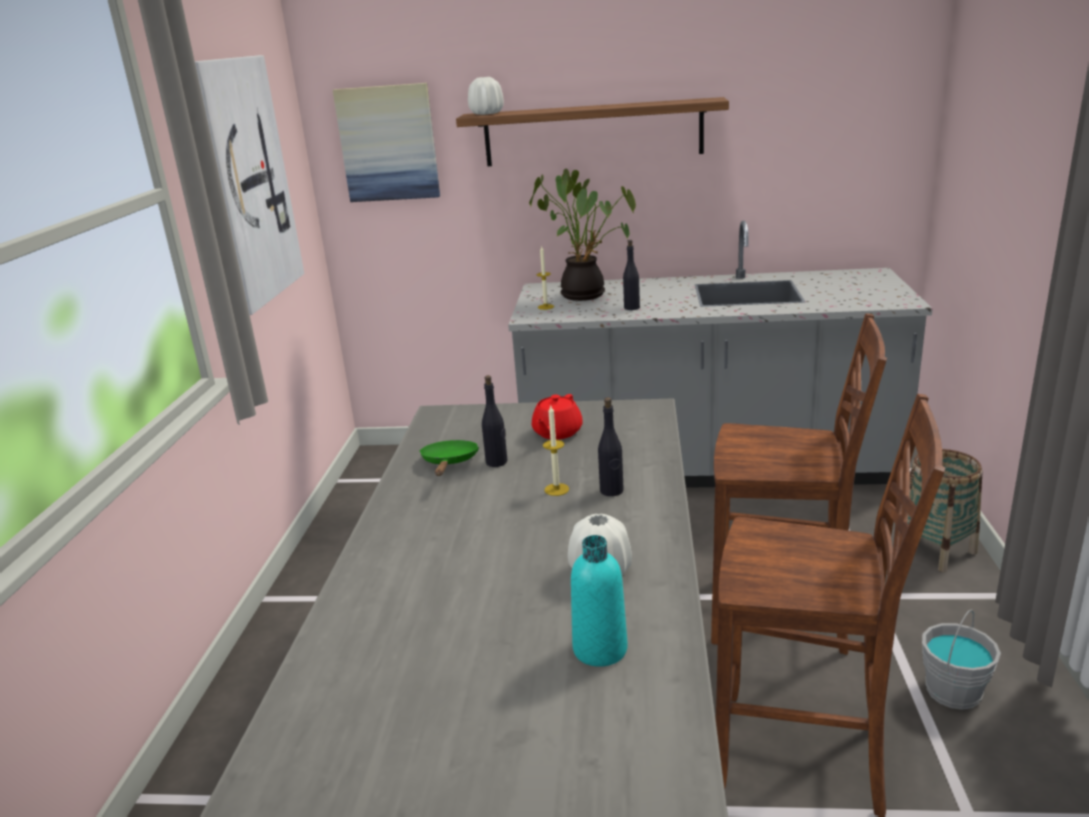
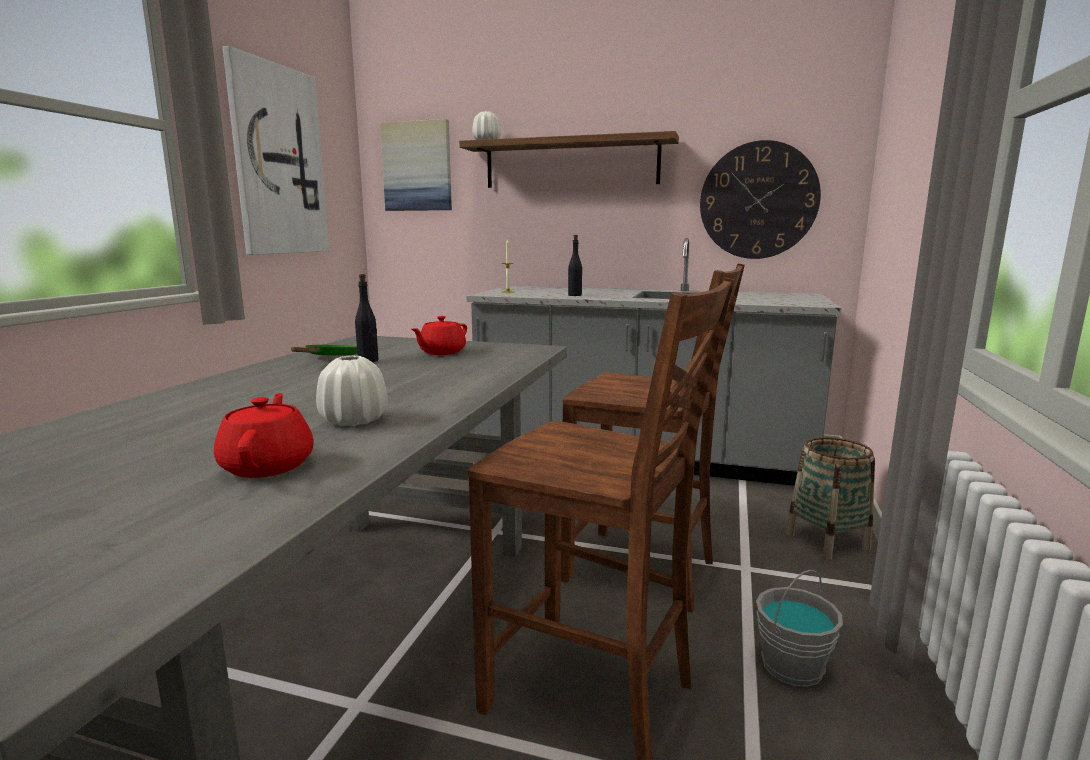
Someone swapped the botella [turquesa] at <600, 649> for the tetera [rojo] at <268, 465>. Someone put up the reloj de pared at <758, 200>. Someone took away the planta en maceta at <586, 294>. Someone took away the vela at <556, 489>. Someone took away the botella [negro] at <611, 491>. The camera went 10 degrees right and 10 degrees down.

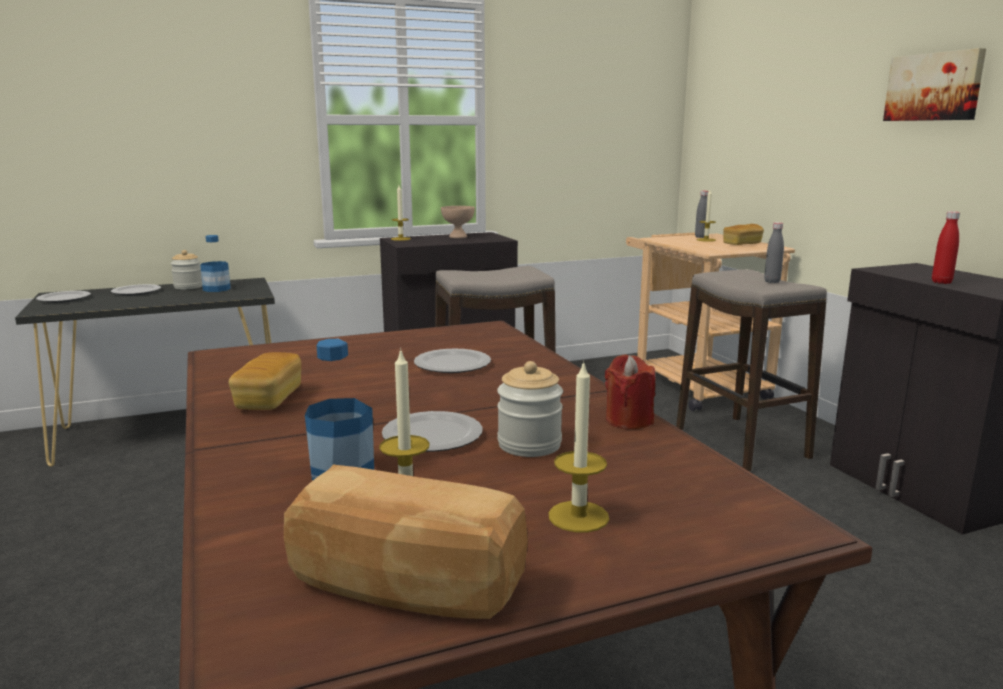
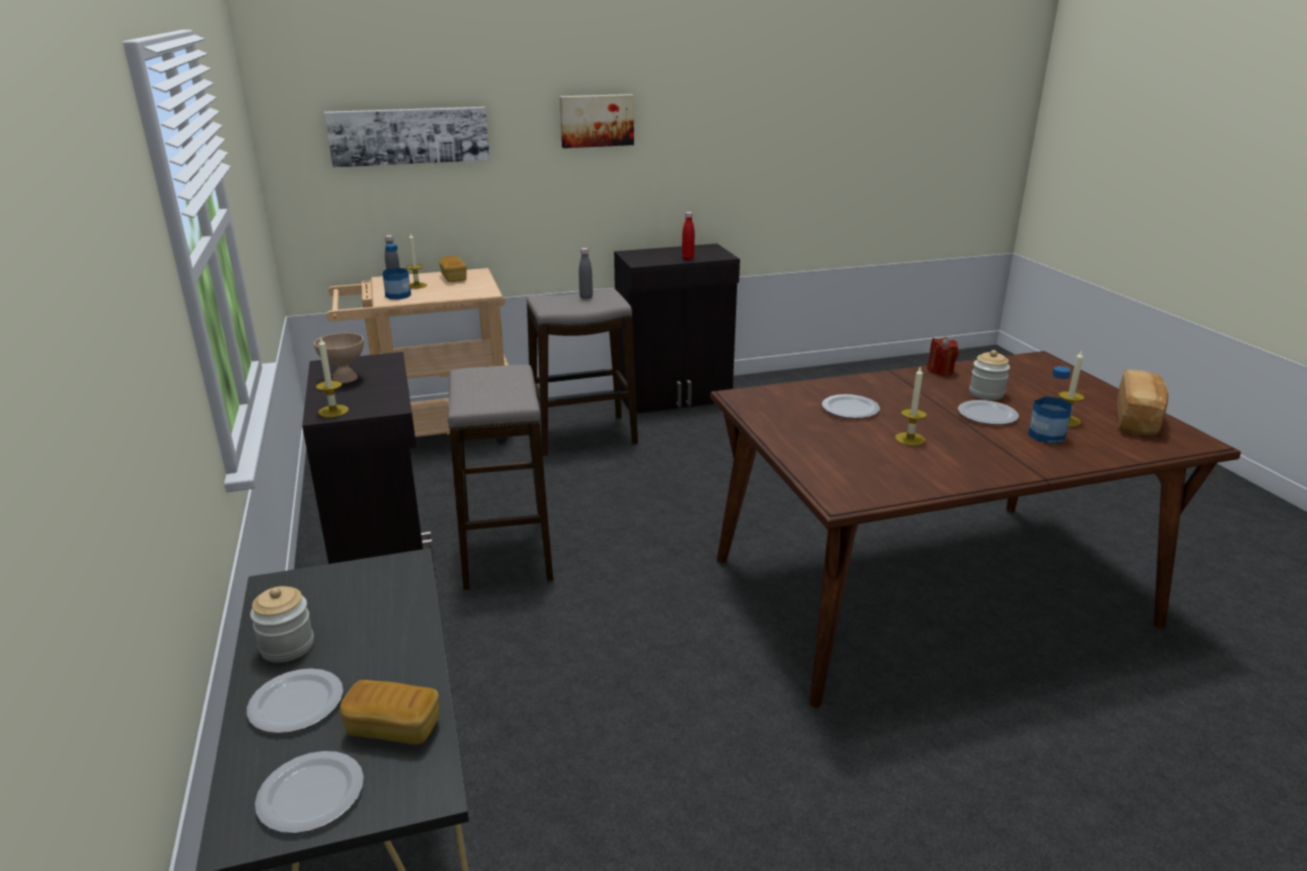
Someone put up the cuadro at <409, 136>. Someone carried the pan from <269, 399> to <393, 728>. Someone carried the botella from <216, 289> to <398, 295>. Someone carried the vela from <578, 516> to <910, 439>. The camera went 85 degrees left and 10 degrees up.

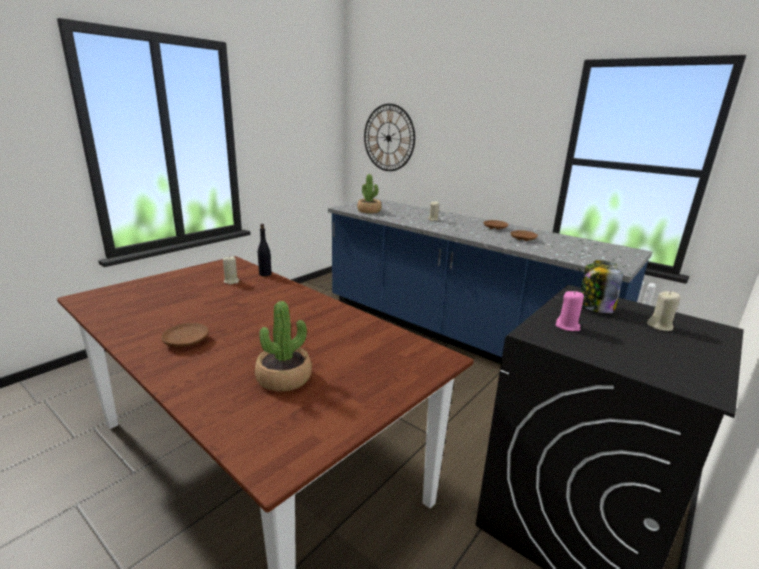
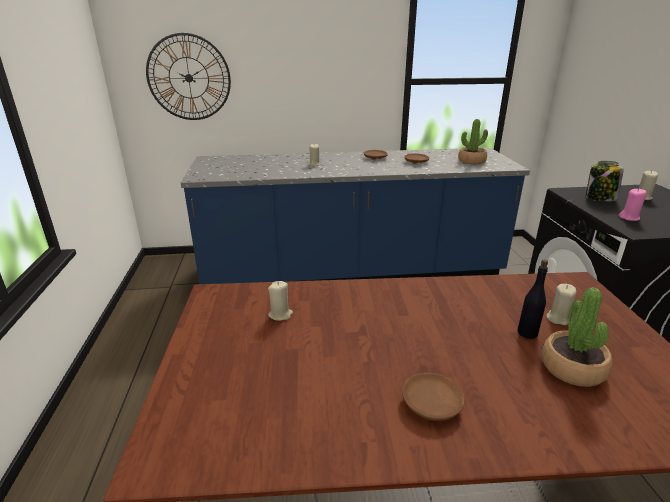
Someone carried the planta en maceta from <369, 211> to <471, 161>. Someone carried the botella [negro] from <265, 274> to <527, 333>. Someone put down the vela [beis] at <558, 318>. The camera went 45 degrees left and 5 degrees up.

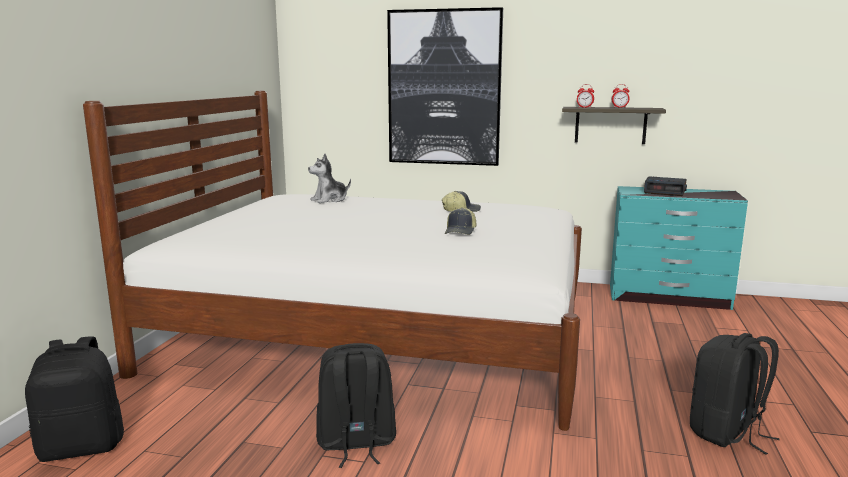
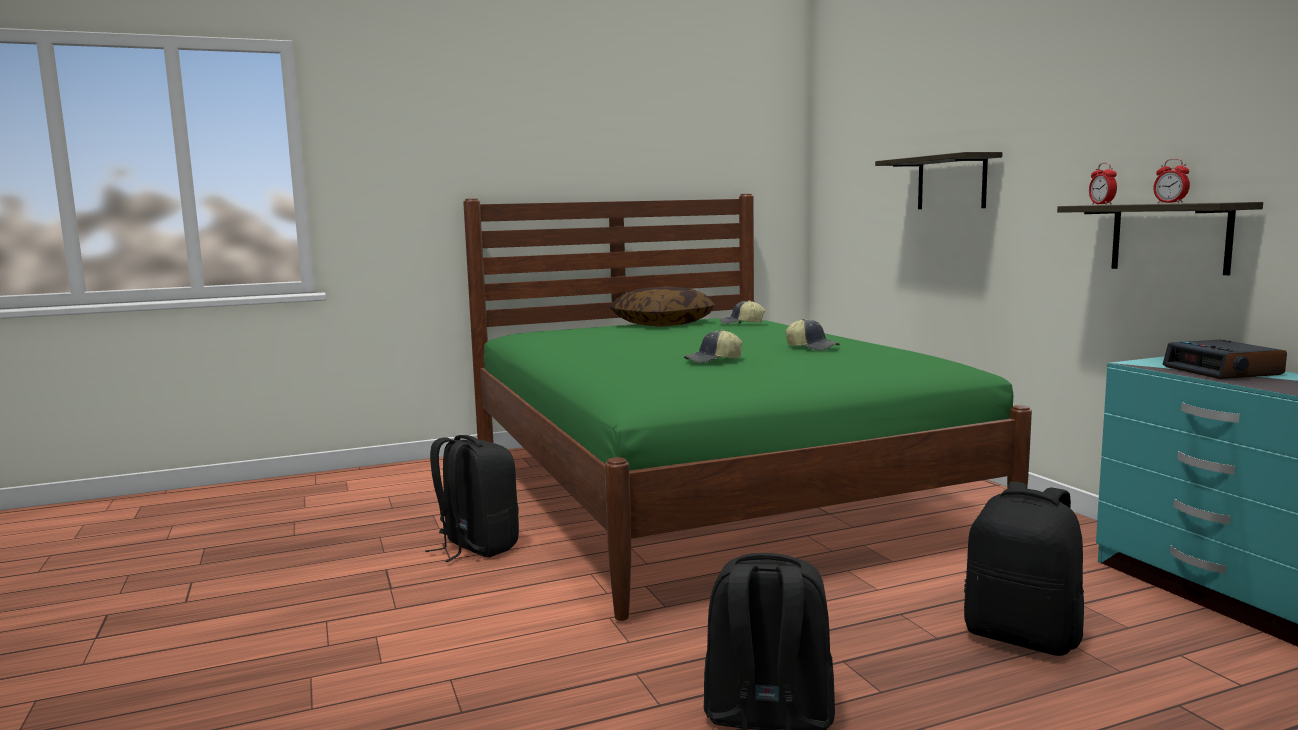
Someone repainted the cama [blanco] at <379, 334>, which became the cama [verde] at <704, 491>. Someone put down the cojín at <663, 324>. Someone swapped the peluche at <330, 200> for the gorra at <741, 324>. Someone swapped the cuadro at <444, 88> for the estante at <951, 182>. Someone carried the mochila [negro] from <82, 447> to <1022, 637>. The camera went 55 degrees right and 5 degrees down.

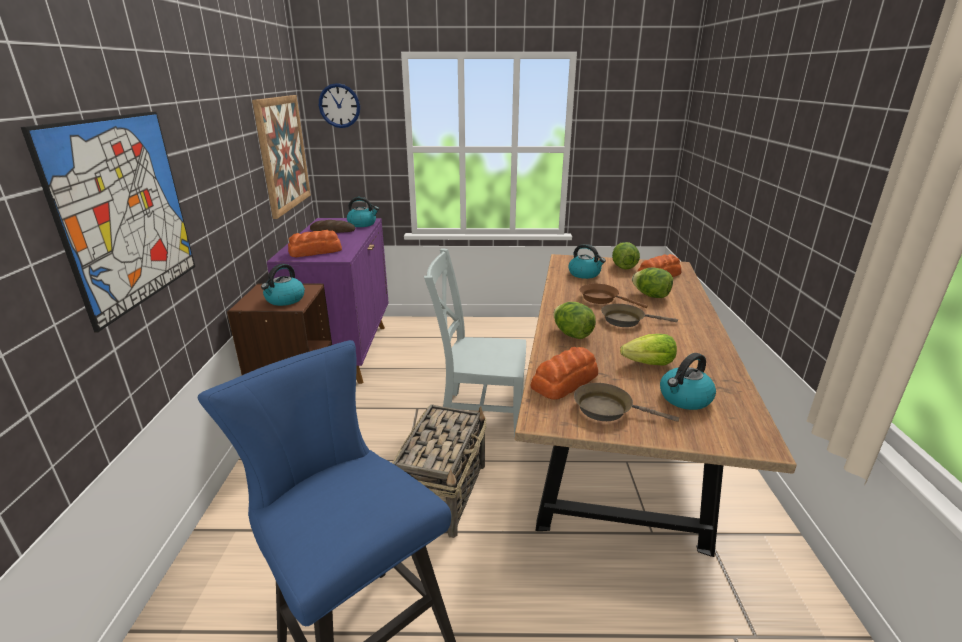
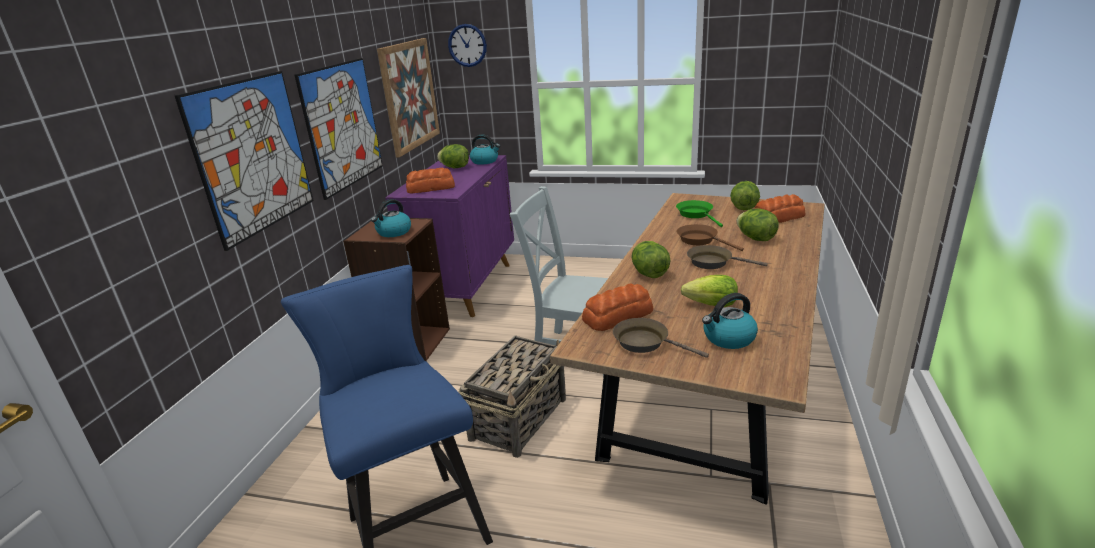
Someone put up the cuadro at <343, 126>. Someone swapped the pan at <333, 230> for the lechuga at <455, 167>. Someone swapped the hervidor at <585, 274> for the sartén [verde] at <696, 214>. The camera went 15 degrees right and 0 degrees up.

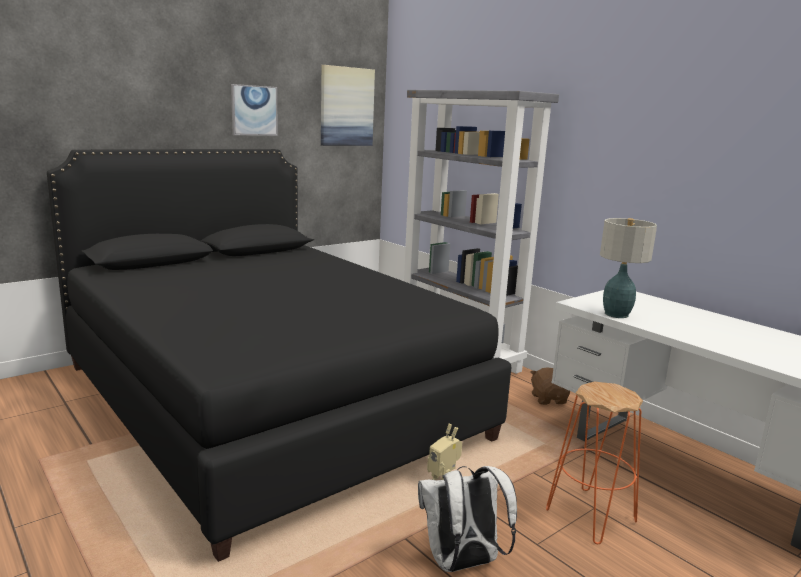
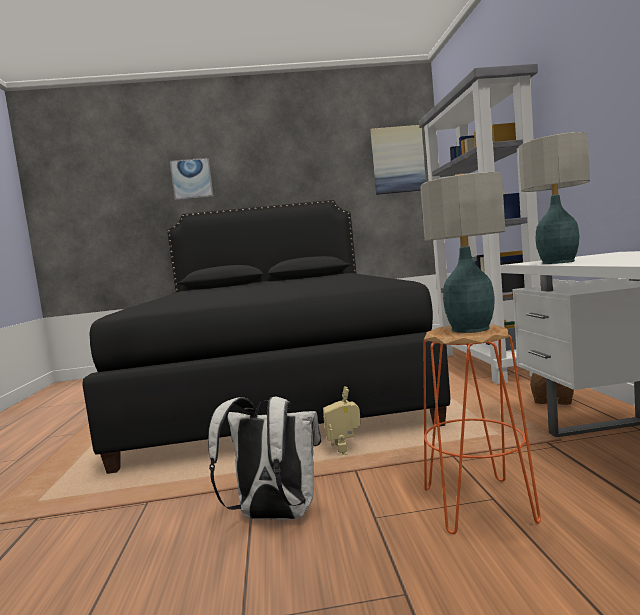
Someone carried the cuadro from <254, 110> to <192, 179>. Someone put down the lámpara de mesa at <470, 329>. The camera went 35 degrees right and 10 degrees down.

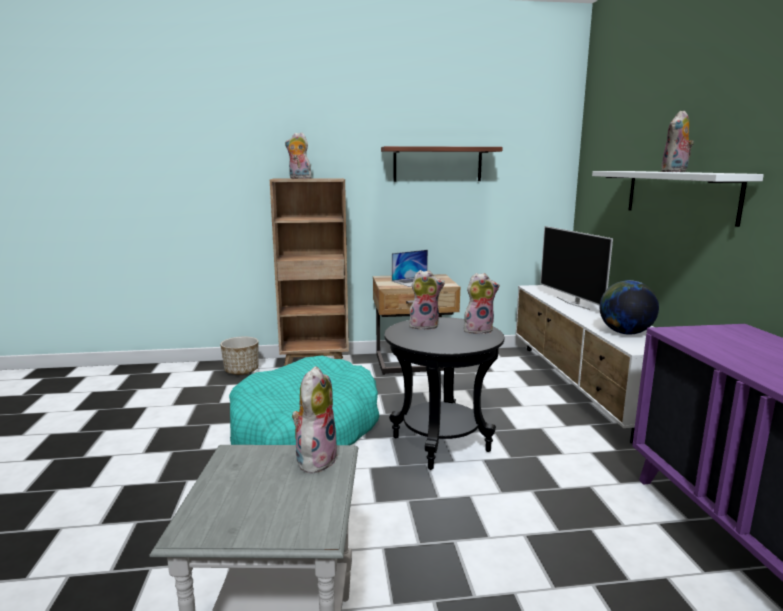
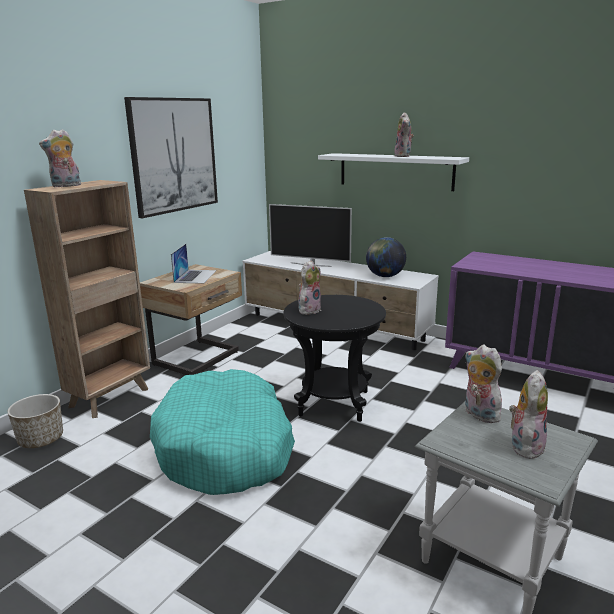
Someone swapped the estante at <437, 164> for the cuadro at <174, 155>. Someone carried the peluche from <478, 330> to <524, 445>. The camera went 50 degrees left and 5 degrees up.

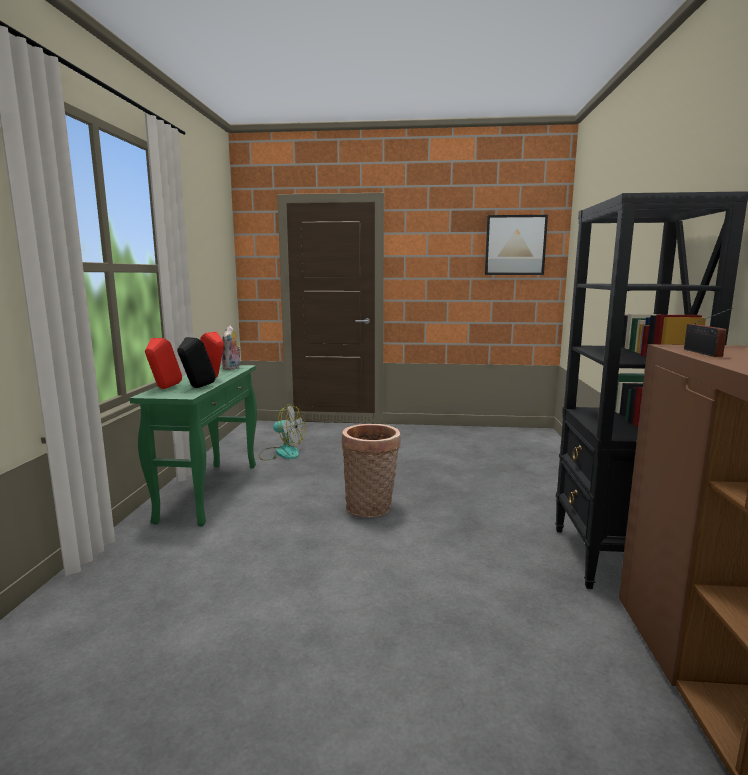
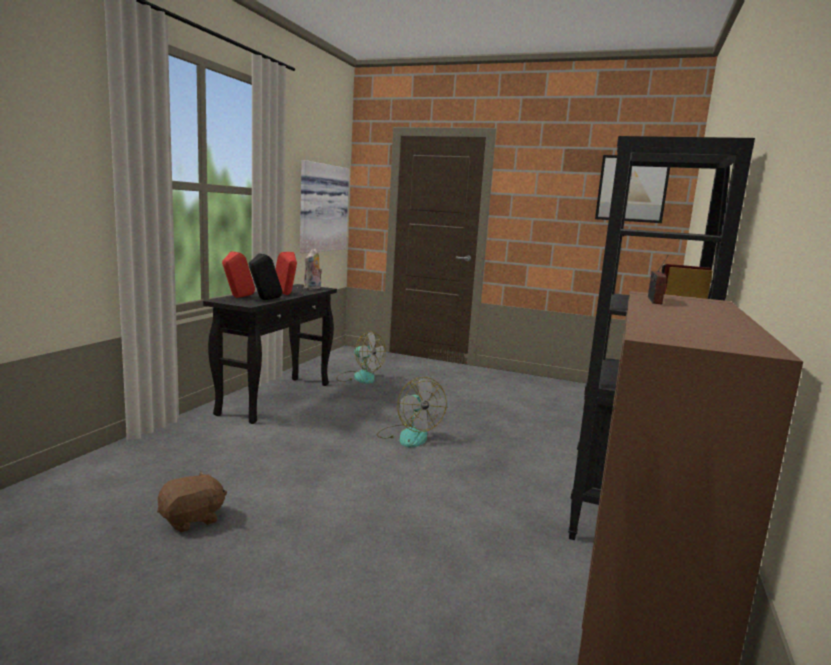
Someone put down the peluche [marrón] at <192, 520>. Someone repainted the mesa consola [verde] at <210, 491>, which became the mesa consola [negro] at <276, 398>. Someone put up the cuadro at <321, 208>. Someone swapped the cesta at <371, 508> for the ventilador at <408, 435>. The camera went 15 degrees right and 0 degrees up.

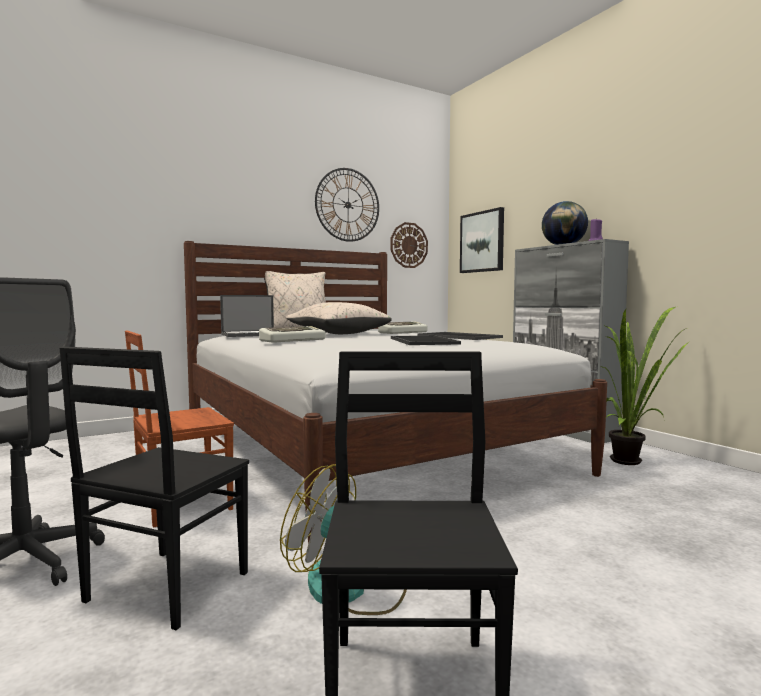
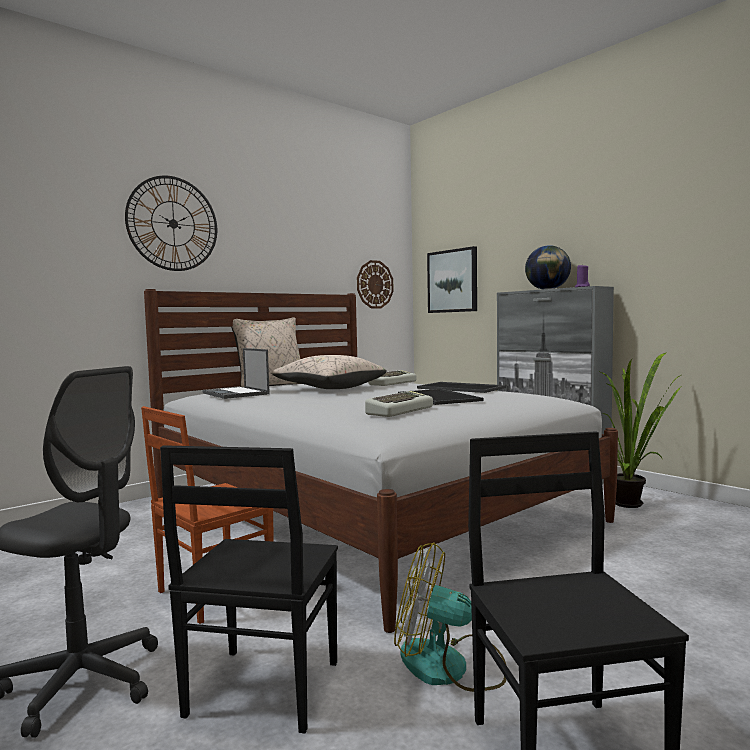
Someone carried the reloj de pared from <348, 205> to <173, 224>. Someone rotated the portátil at <253, 334> by 90 degrees clockwise. Someone carried the teclado from <292, 340> to <399, 410>. The camera went 10 degrees left and 0 degrees up.

